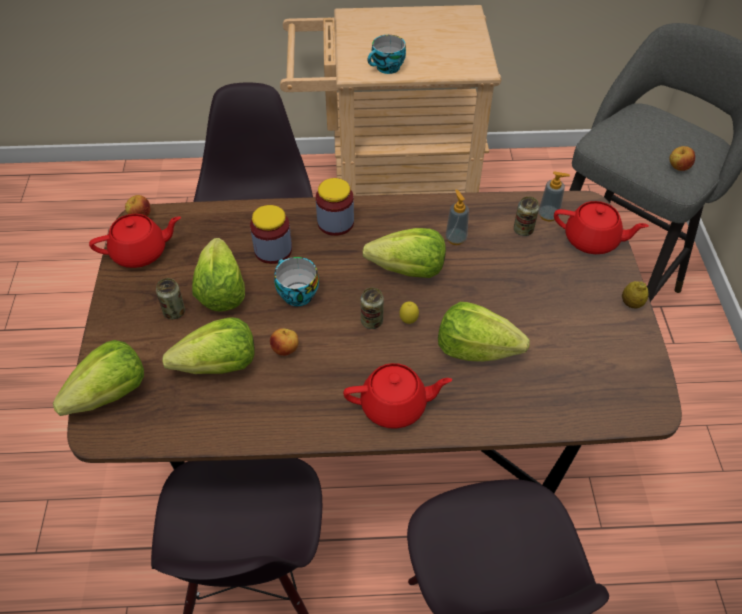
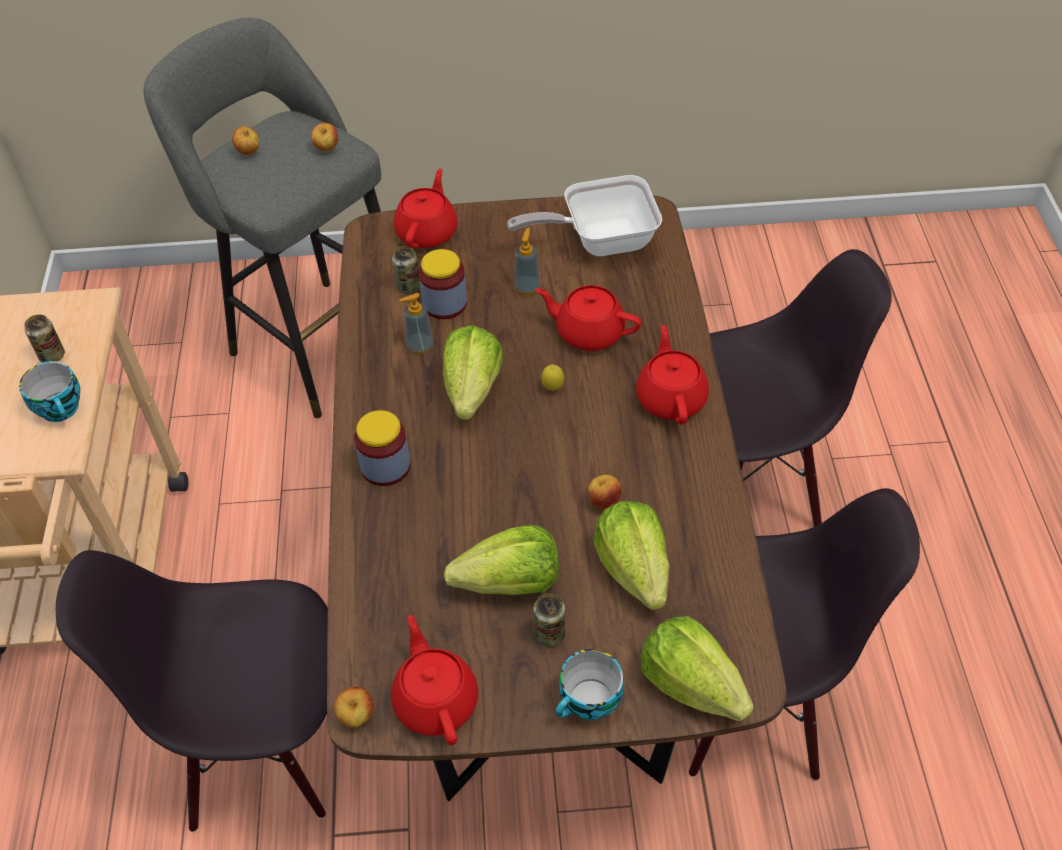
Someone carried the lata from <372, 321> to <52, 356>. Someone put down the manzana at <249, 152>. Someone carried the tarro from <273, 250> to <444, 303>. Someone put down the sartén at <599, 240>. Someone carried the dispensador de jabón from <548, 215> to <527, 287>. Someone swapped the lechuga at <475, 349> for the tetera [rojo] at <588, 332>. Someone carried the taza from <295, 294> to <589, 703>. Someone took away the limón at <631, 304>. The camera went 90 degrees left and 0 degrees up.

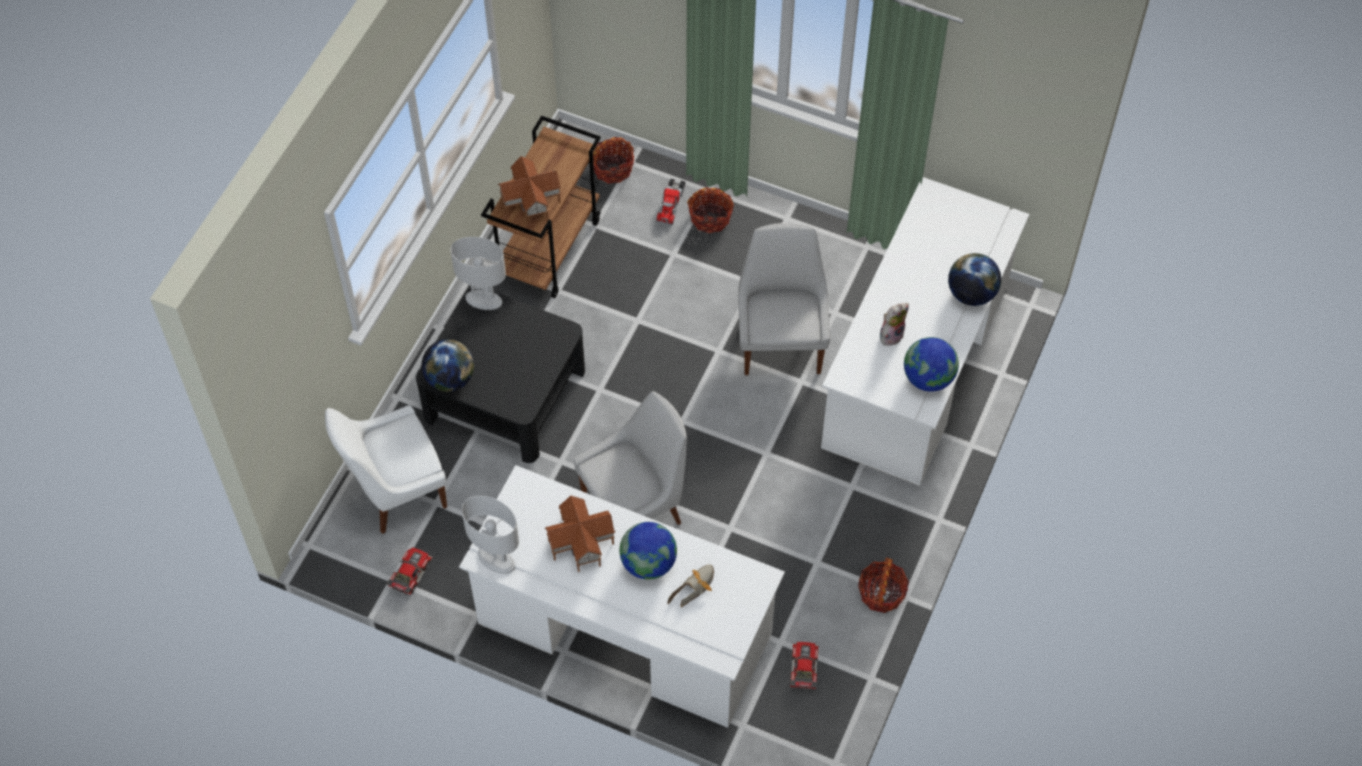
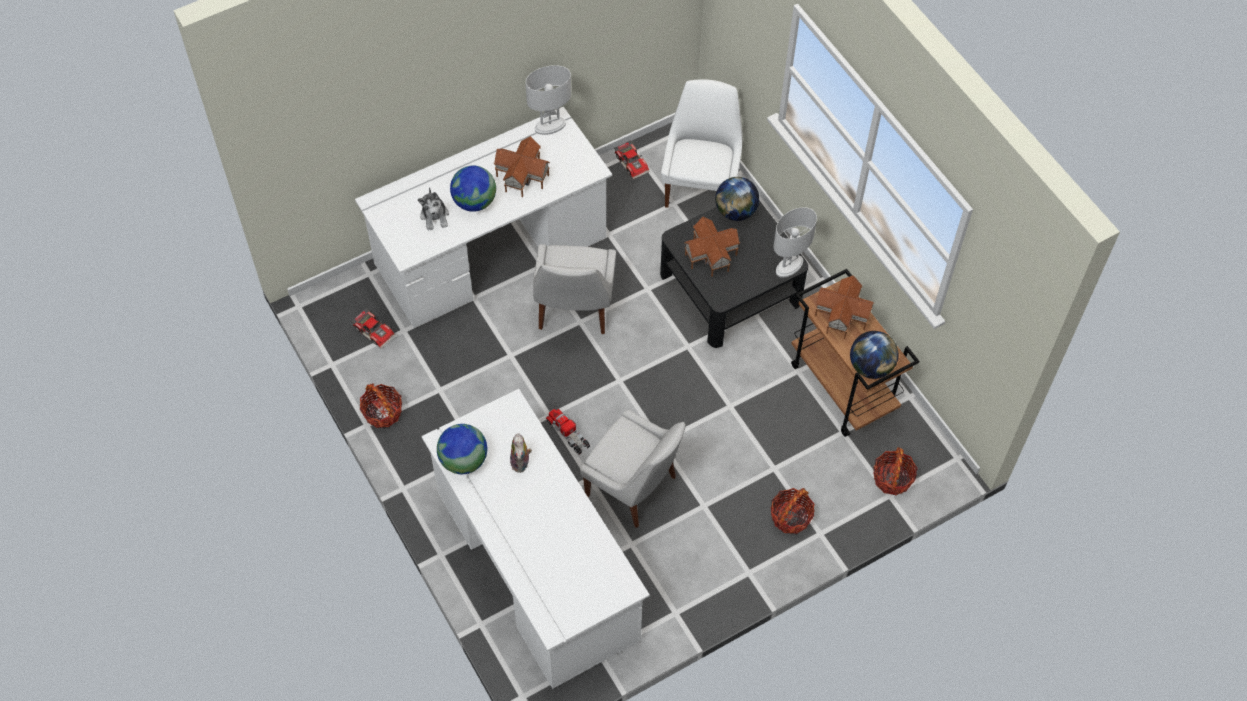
Someone swapped the zapato at <694, 587> for the peluche at <435, 216>. Someone carried the camión de juguete from <671, 204> to <568, 433>. Someone put down the casita at <710, 254>. Someone carried the globo terráqueo from <971, 294> to <871, 367>. The camera went 125 degrees right and 0 degrees up.

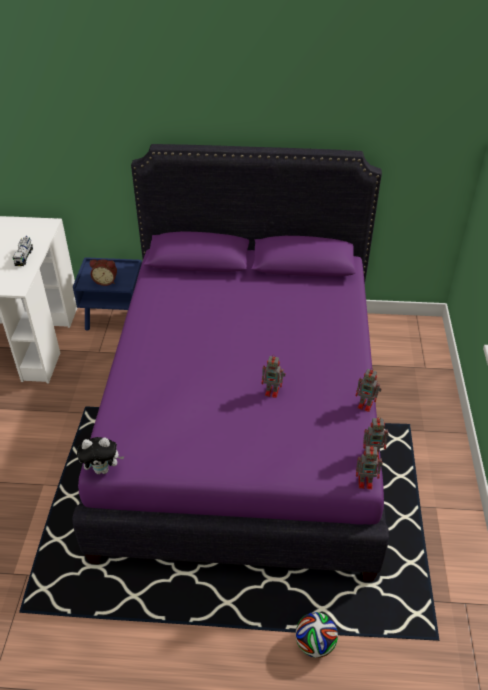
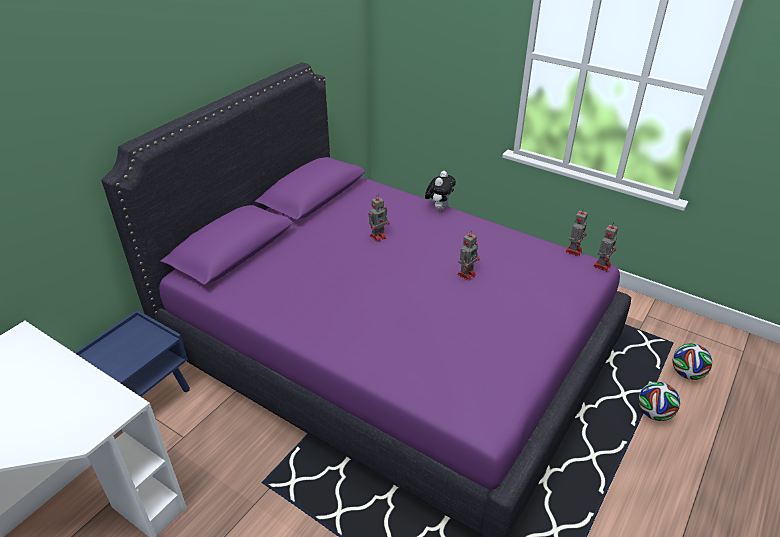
Someone carried the robot de juguete from <366, 405> to <378, 236>. Someone carried the peluche from <103, 469> to <439, 207>. Someone put down the balón de fútbol at <686, 373>. Someone took away the camión de juguete at <24, 257>. Someone took away the despertador at <105, 281>. The camera went 60 degrees left and 5 degrees down.

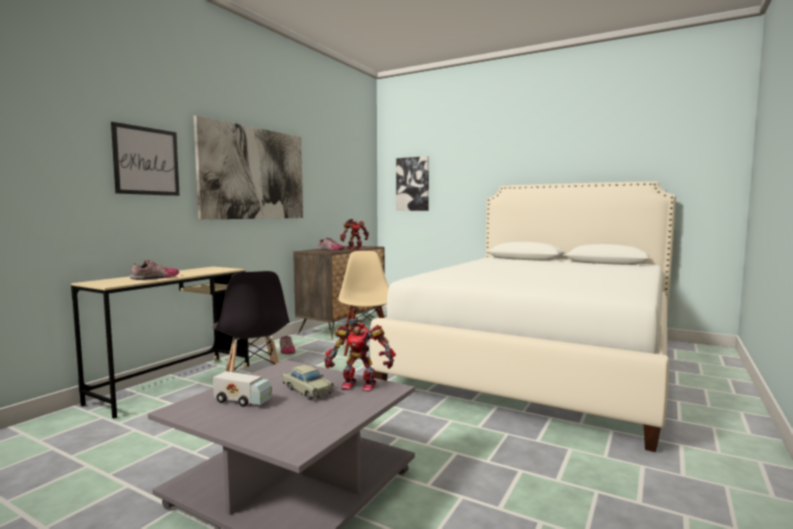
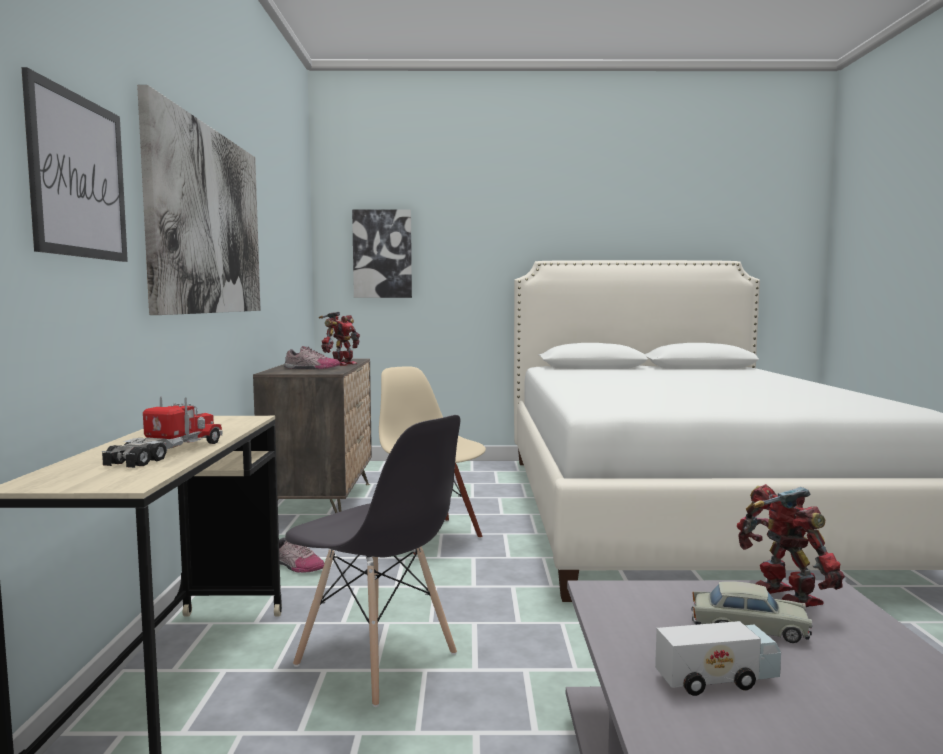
Someone swapped the zapato at <156, 278> for the camión de juguete at <167, 453>. Someone rotated the robot de juguete at <359, 385> by 90 degrees counterclockwise. The camera went 30 degrees left and 0 degrees up.

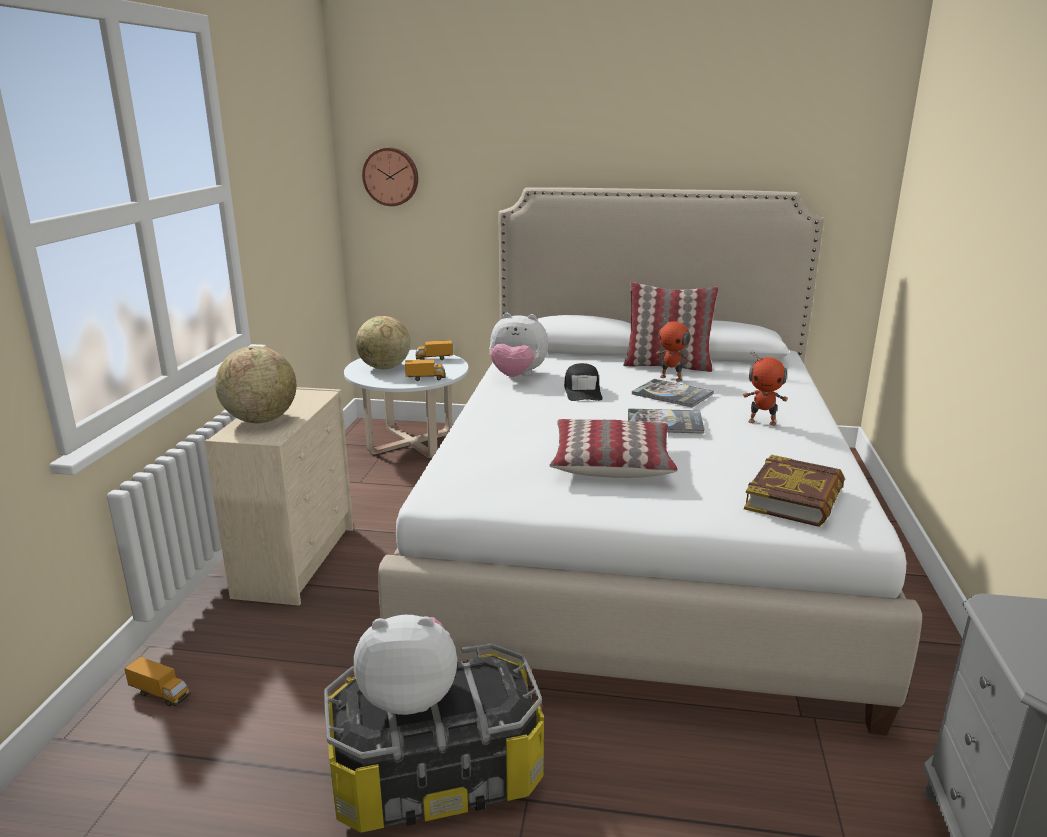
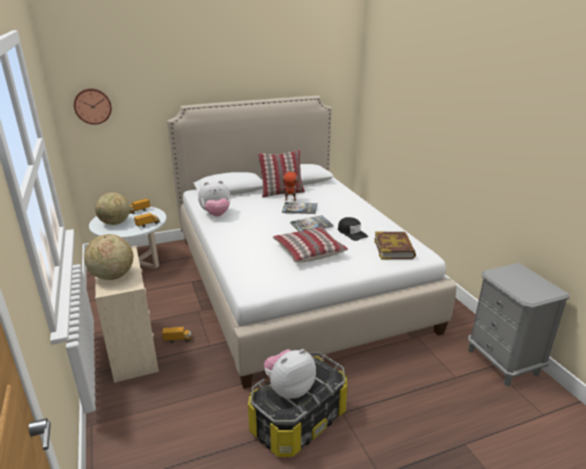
Someone carried the camión de juguete from <160, 694> to <178, 340>. Someone carried the gorra [negro] from <582, 391> to <351, 233>. Someone took away the robot de juguete at <762, 422>. The camera went 30 degrees left and 5 degrees up.

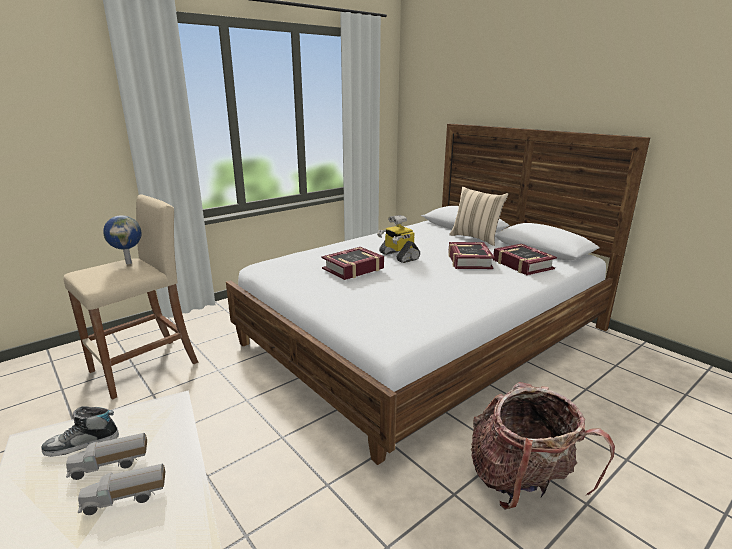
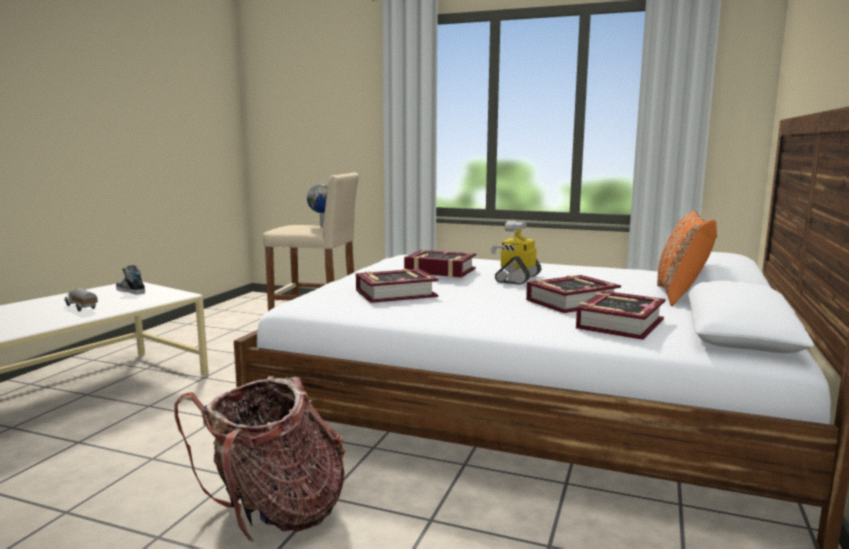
Someone put down the libro at <395, 293>. Someone repainted the cojín [beis] at <476, 238>, which became the cojín [naranja] at <681, 296>. Someone took away the camión de juguete at <110, 466>. The camera went 60 degrees right and 10 degrees down.

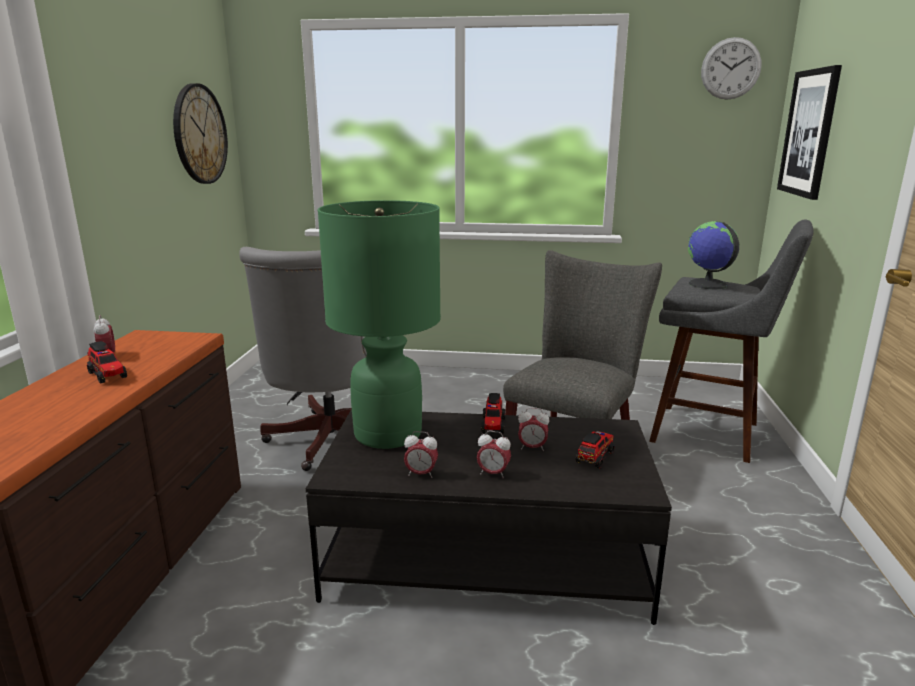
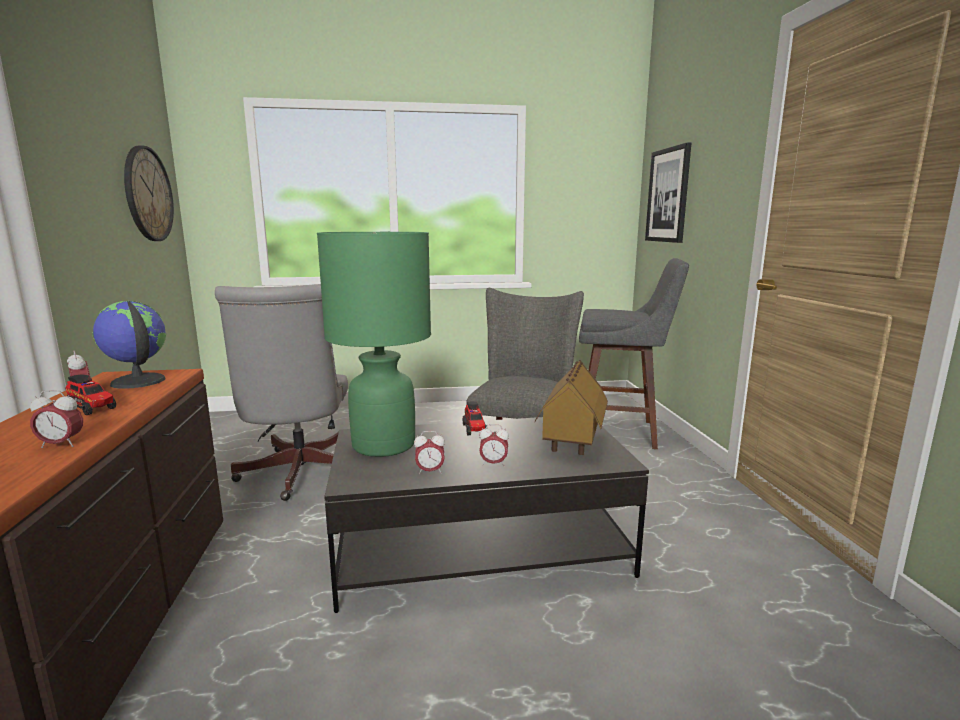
Someone carried the despertador from <532, 448> to <61, 444>. Someone carried the globo terráqueo from <707, 284> to <137, 381>. Someone swapped the camión de juguete at <595, 457> for the casita at <571, 442>. Someone took away the reloj de pared at <731, 68>. The camera went 15 degrees left and 5 degrees down.

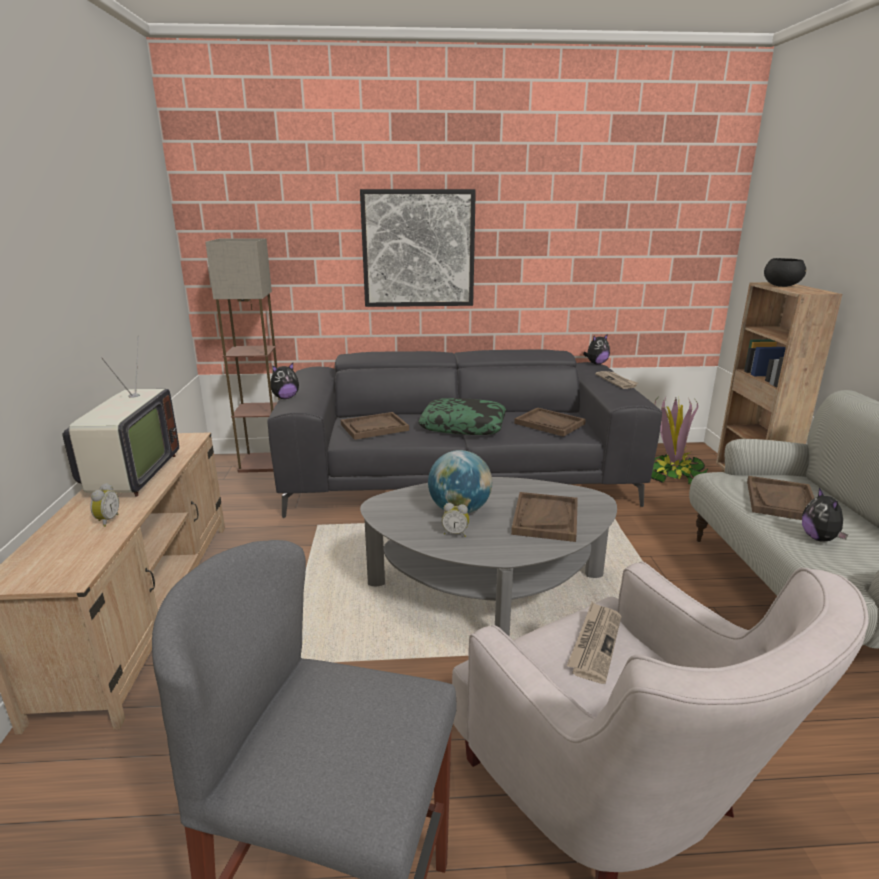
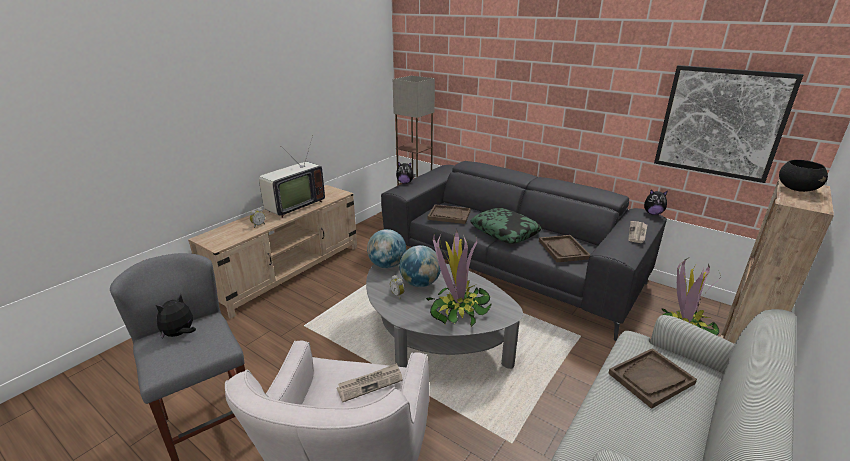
Someone carried the peluche from <820, 538> to <180, 334>. Someone put down the globo terráqueo at <387, 265>. Someone swapped the bandeja [marrón] at <545, 518> for the planta en maceta at <457, 309>. Someone carried the cuadro from <418, 249> to <721, 122>. The camera went 40 degrees right and 5 degrees up.

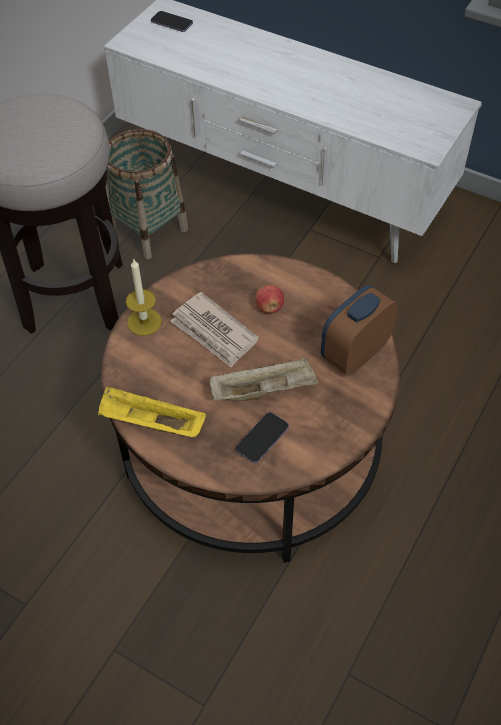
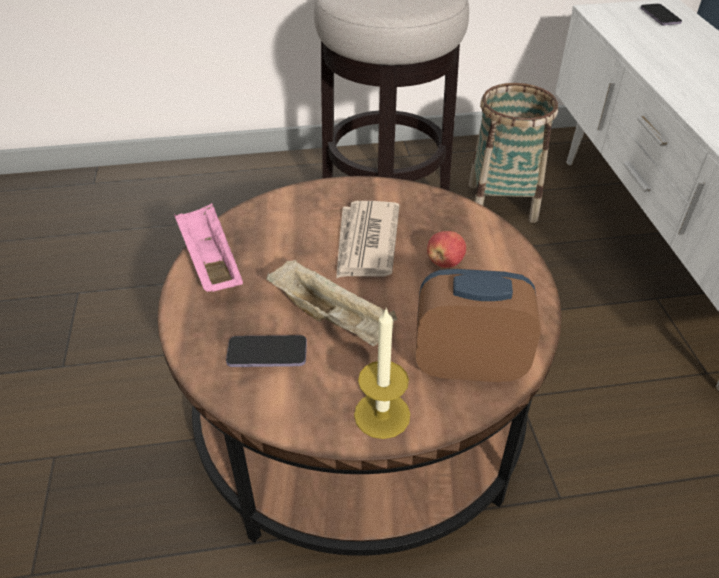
Someone repainted the bandeja [amarillo] at <151, 423>, which became the bandeja [rosa] at <210, 263>. Someone carried the vela from <144, 322> to <382, 415>. The camera went 50 degrees right and 10 degrees down.

